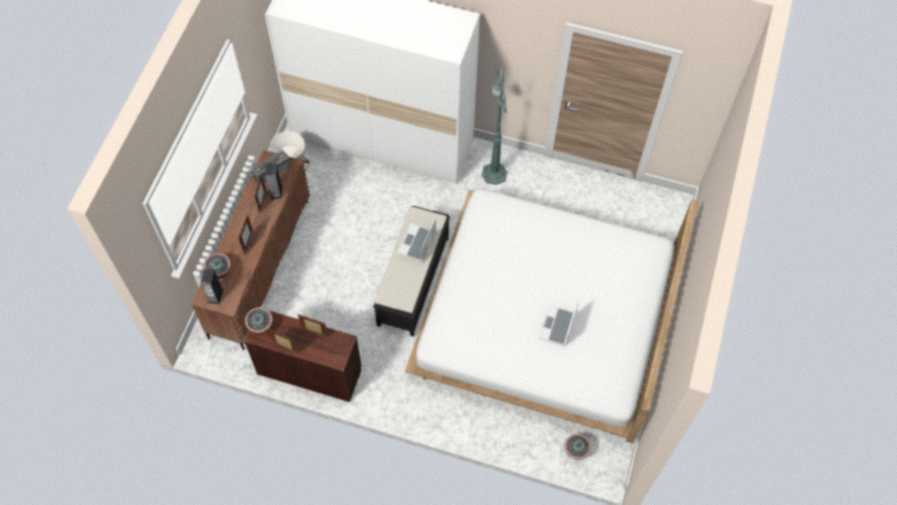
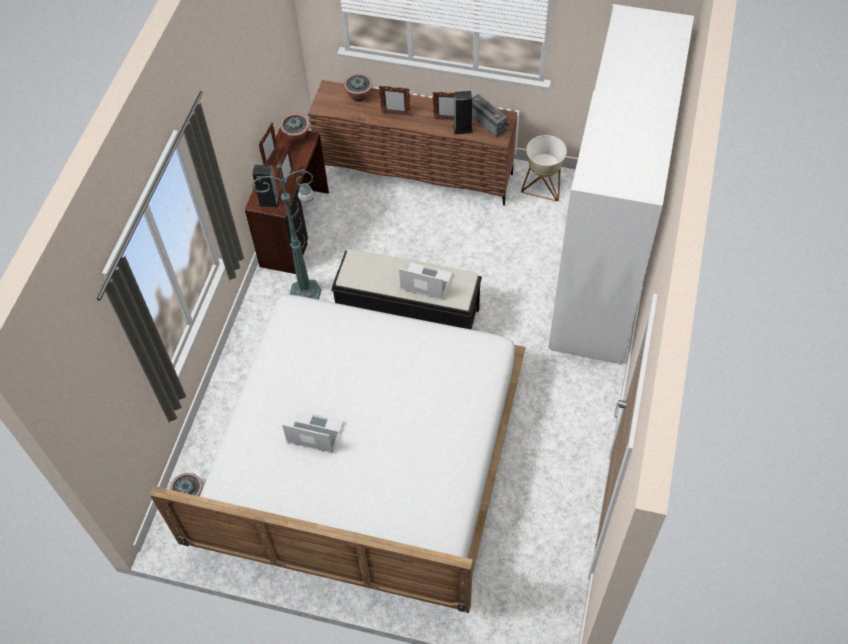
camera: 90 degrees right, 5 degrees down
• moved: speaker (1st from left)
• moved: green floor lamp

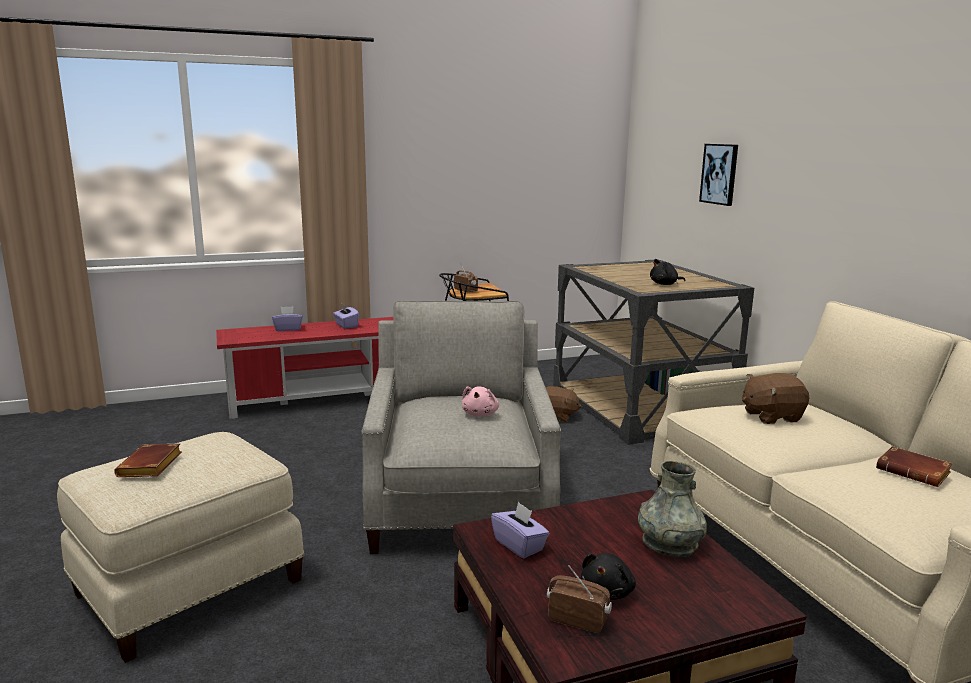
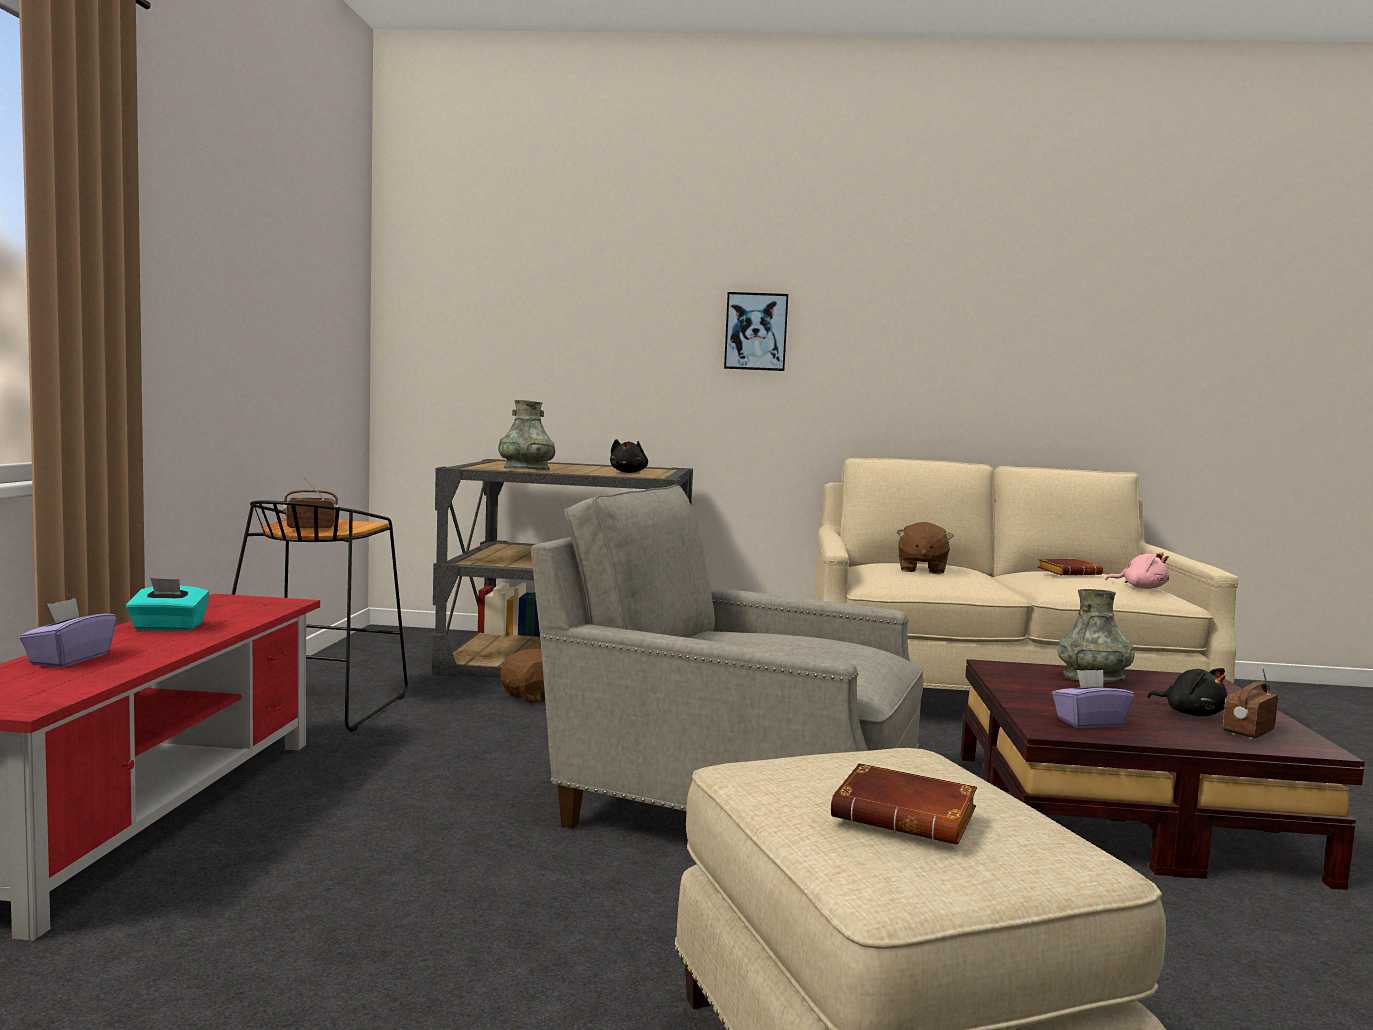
camera: 65 degrees left, 10 degrees down
• recoloured: purple tissue box (2nd from left) to turquoise tissue box
• moved: pink plush toy
• moved: picture
• added: grey vase (1st from left)

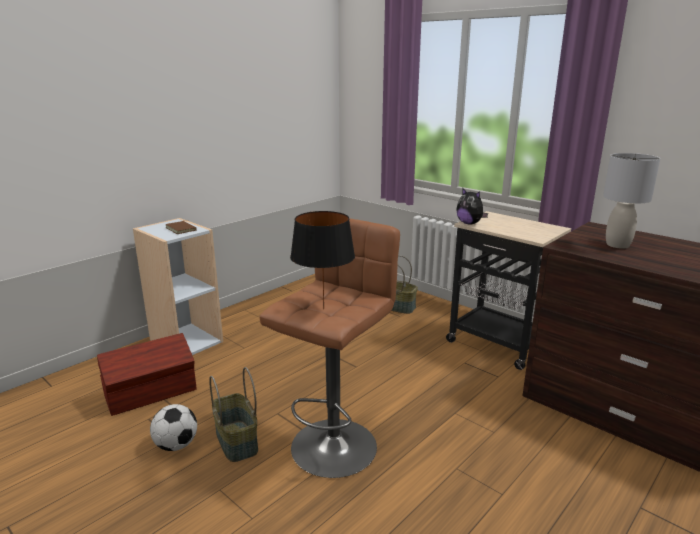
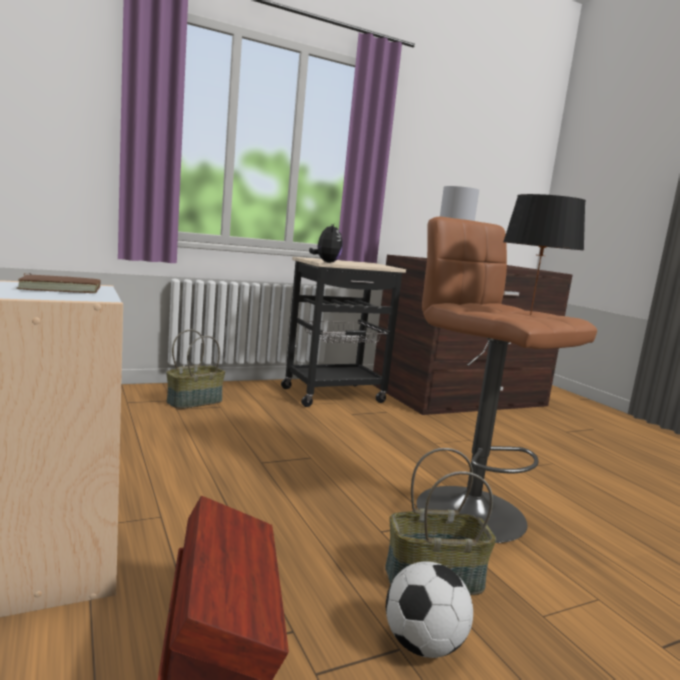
camera: 70 degrees left, 10 degrees down
• turned: plush toy 75 degrees counterclockwise

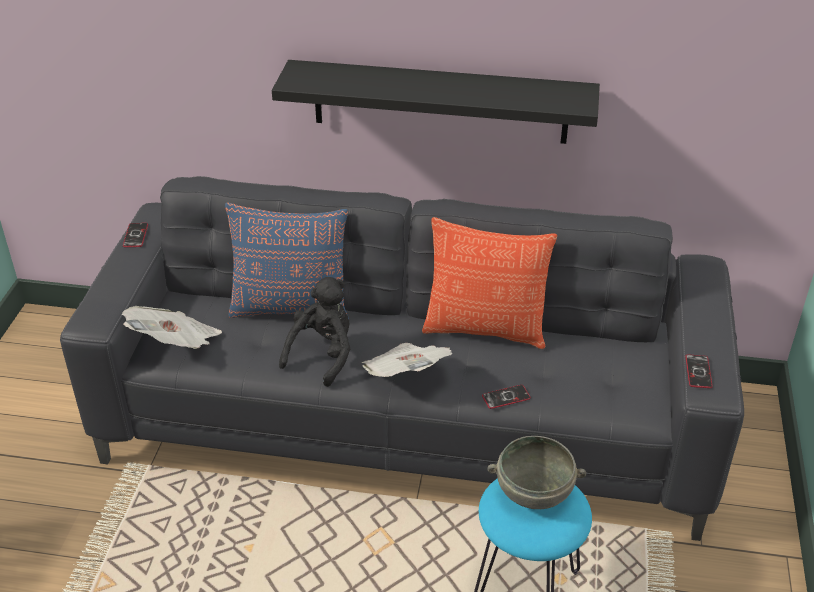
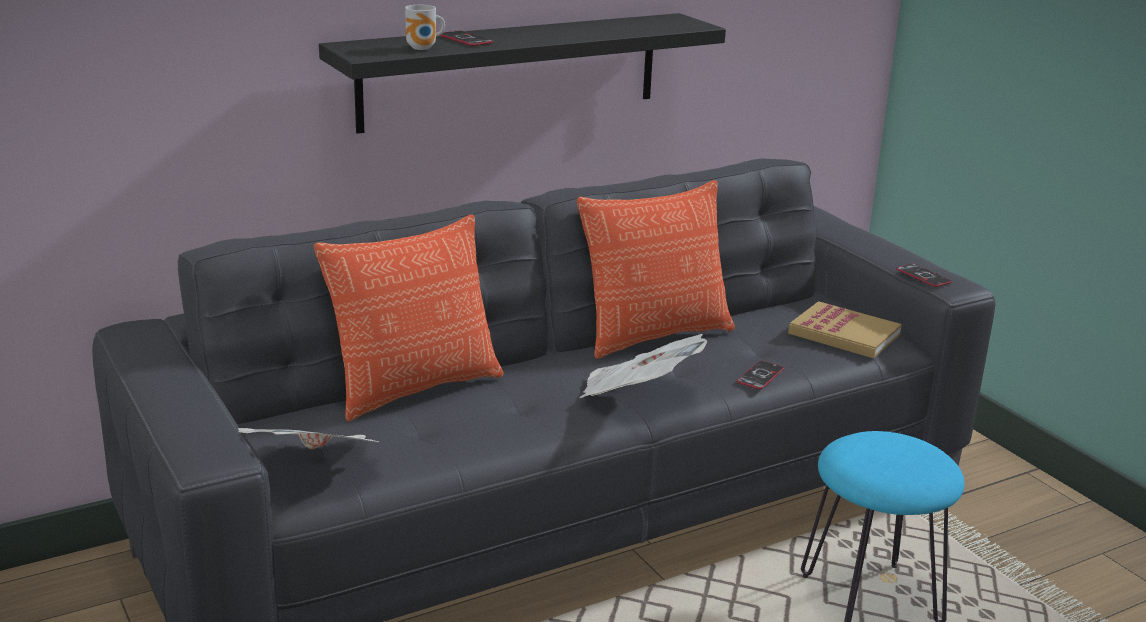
camera: 40 degrees left, 15 degrees down
• moved: phone (1st from left)
• recoloured: blue pillow to orange pillow (1st from left)
• removed: black plush toy
• removed: grey bowl
• added: mug
• added: book

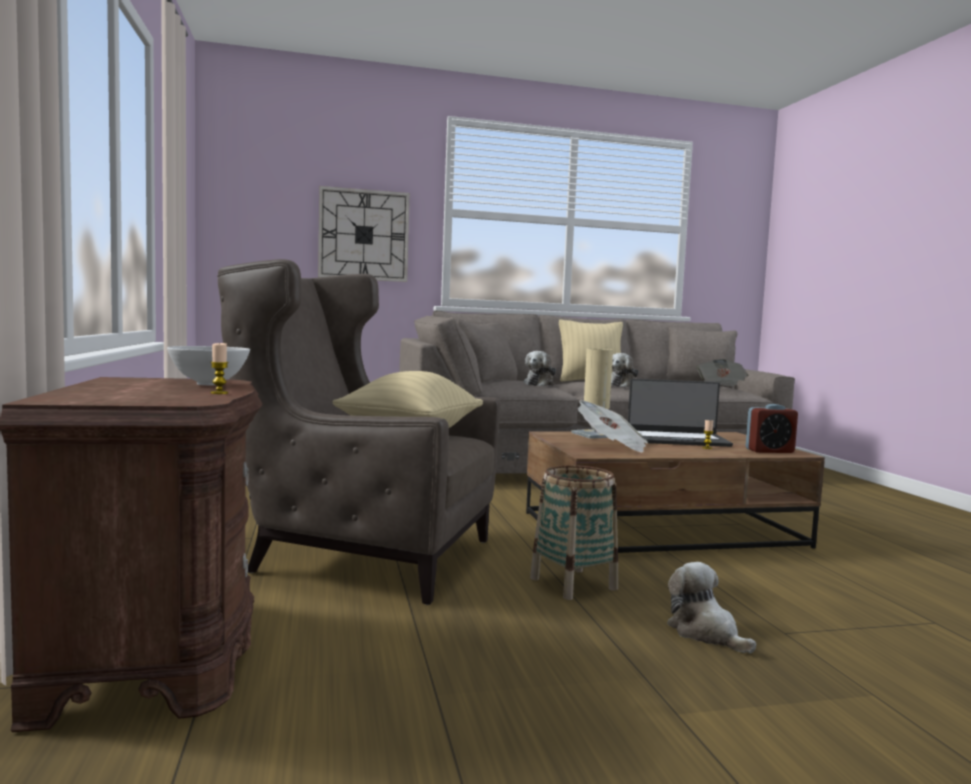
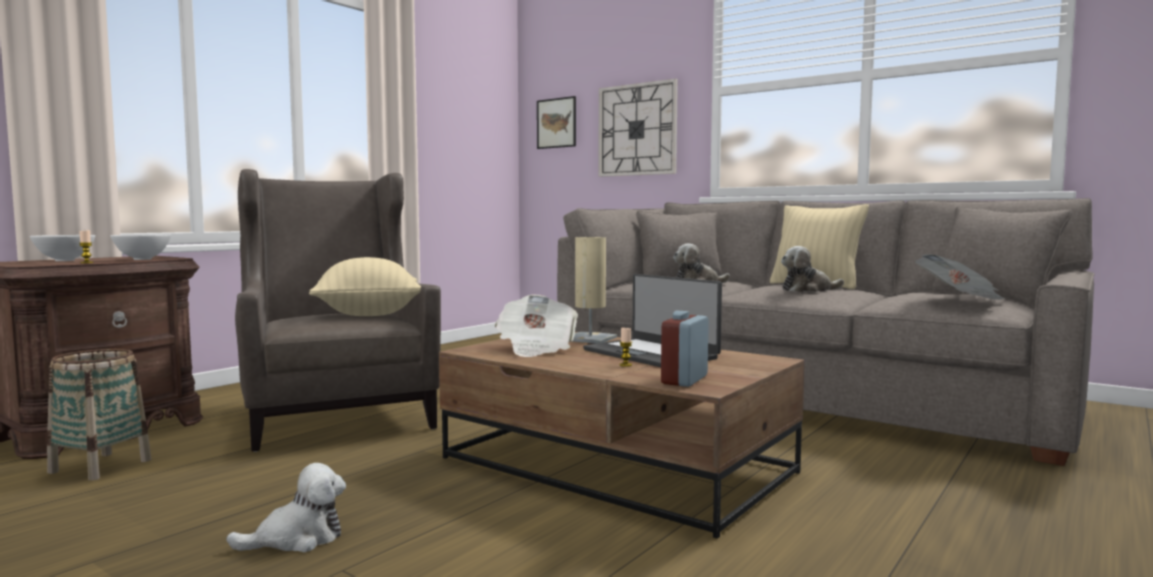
camera: 50 degrees right, 0 degrees up
• moved: basket
• turned: plush toy (3rd from left in the first image) 45 degrees clockwise
• turned: alarm clock 75 degrees clockwise
• added: white bowl (1st from left)
• added: picture

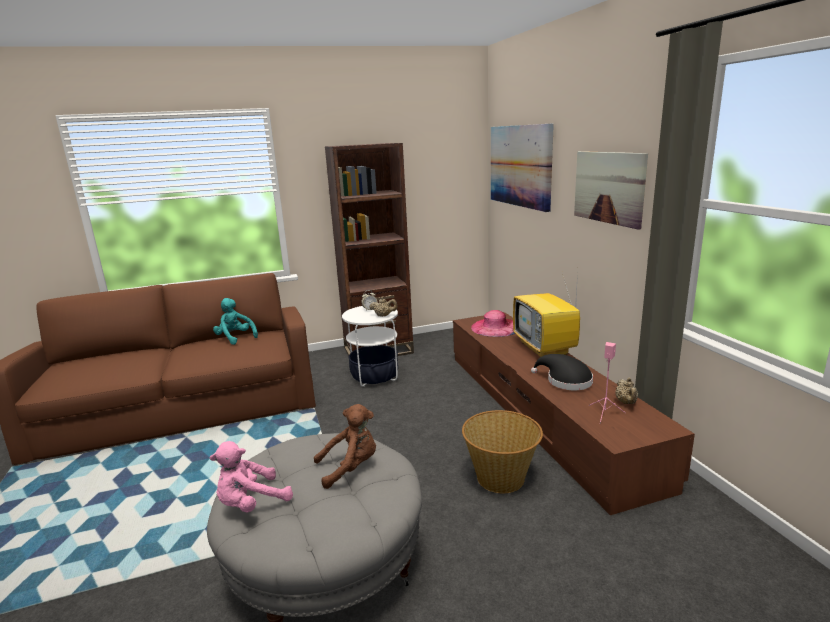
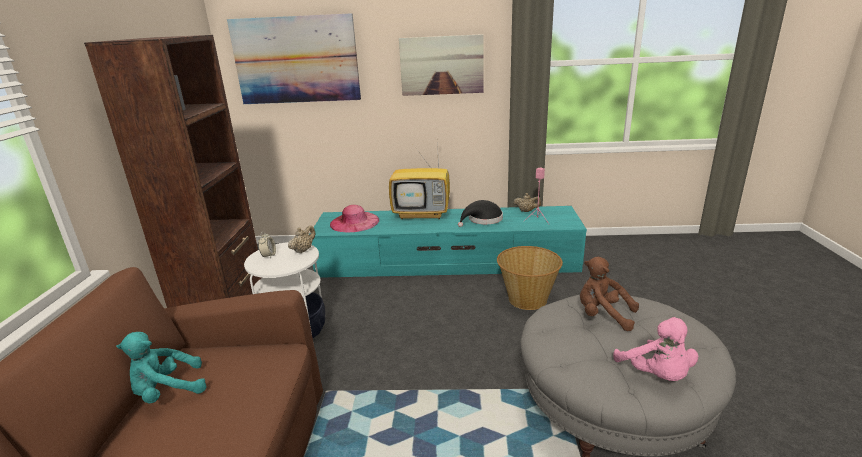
camera: 70 degrees left, 5 degrees up
• turned: brown plush toy 60 degrees counterclockwise
• recoloured: brown tv stand to turquoise tv stand

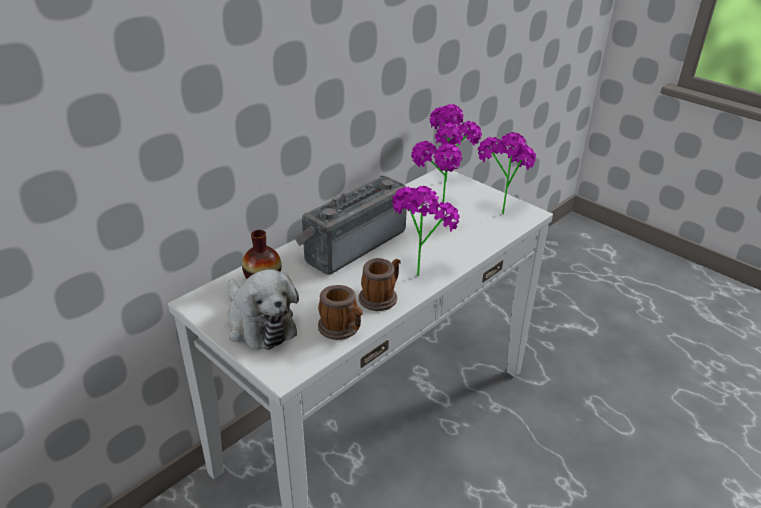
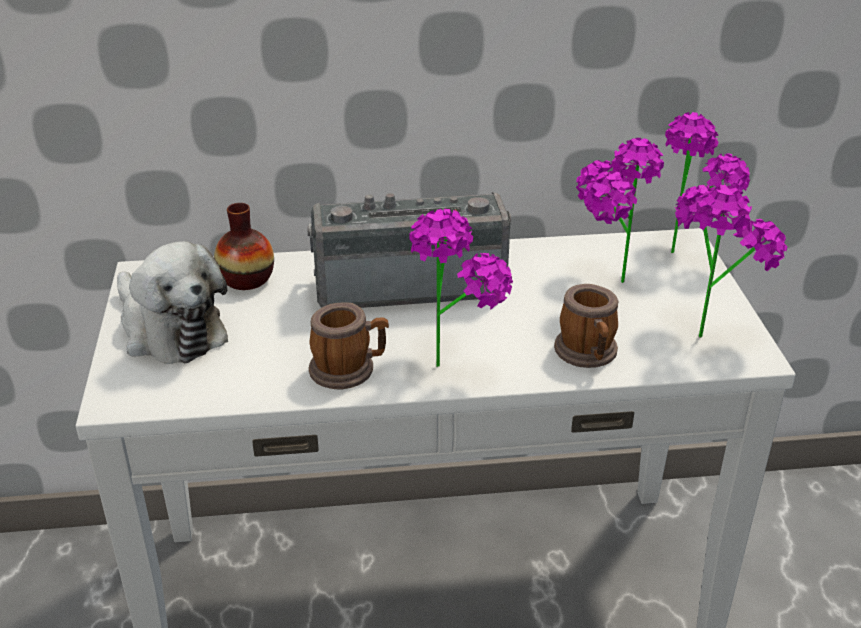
camera: 40 degrees right, 0 degrees up
• turned: plush toy 45 degrees counterclockwise
• moved: mug (1st from left in the first image) to mug (2nd from left)

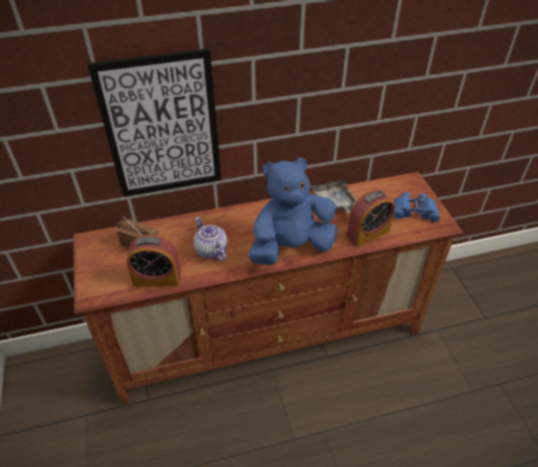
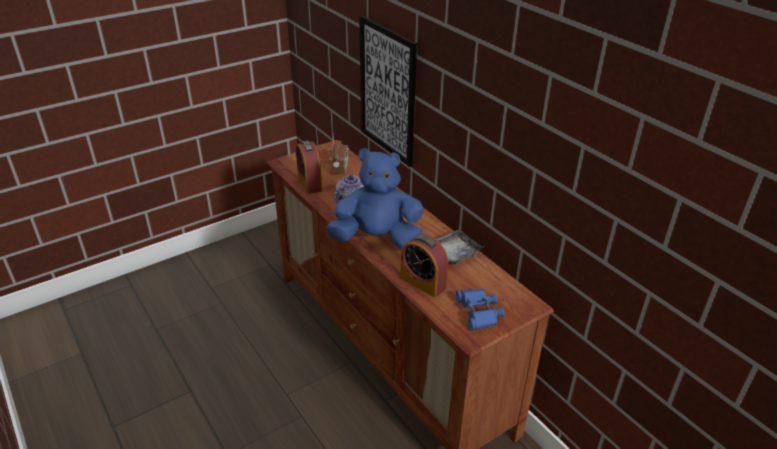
camera: 70 degrees right, 10 degrees down
• turned: blue plush toy 45 degrees counterclockwise

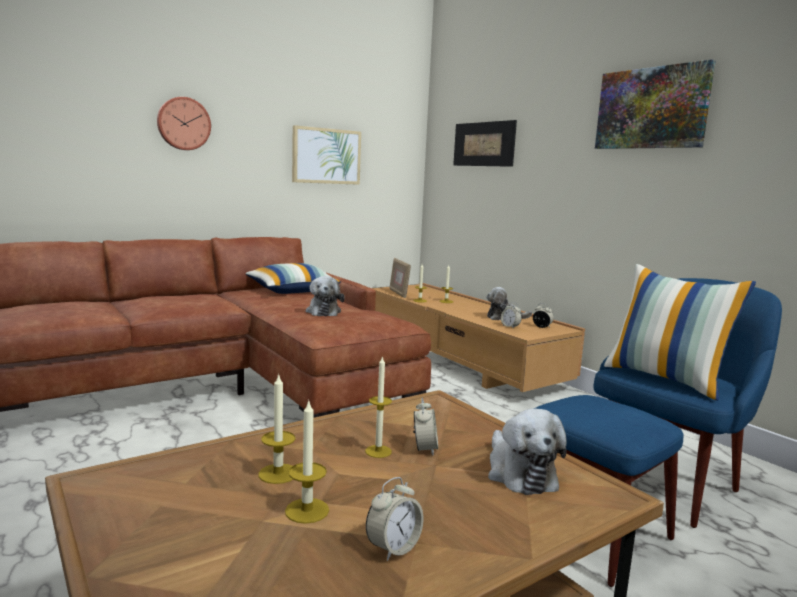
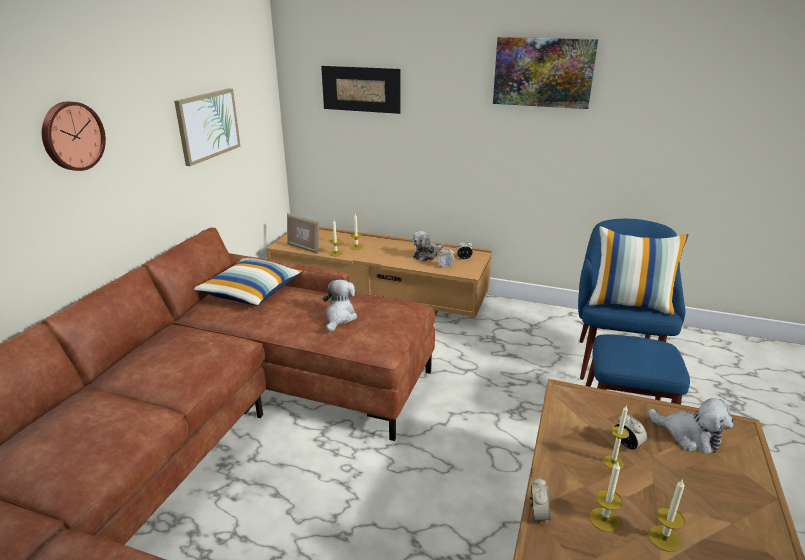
camera: 35 degrees left, 15 degrees up
• turned: plush toy (1st from left) 120 degrees counterclockwise
• moved: alarm clock (1st from left in the first image) to alarm clock (3rd from left)

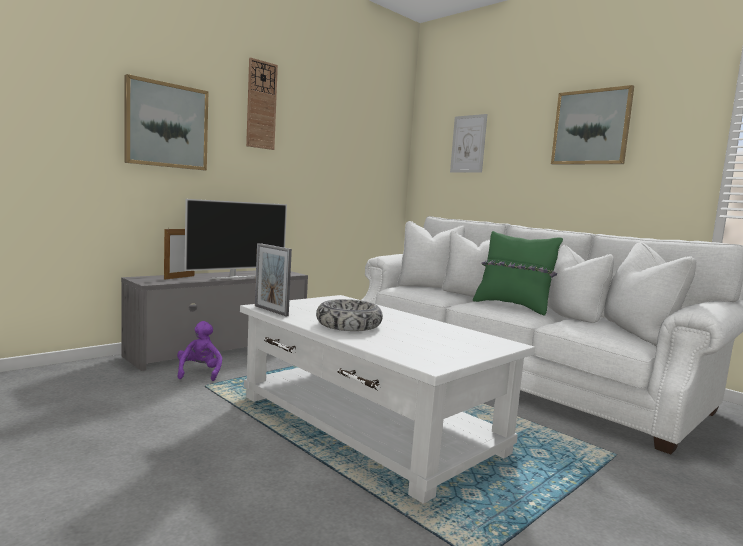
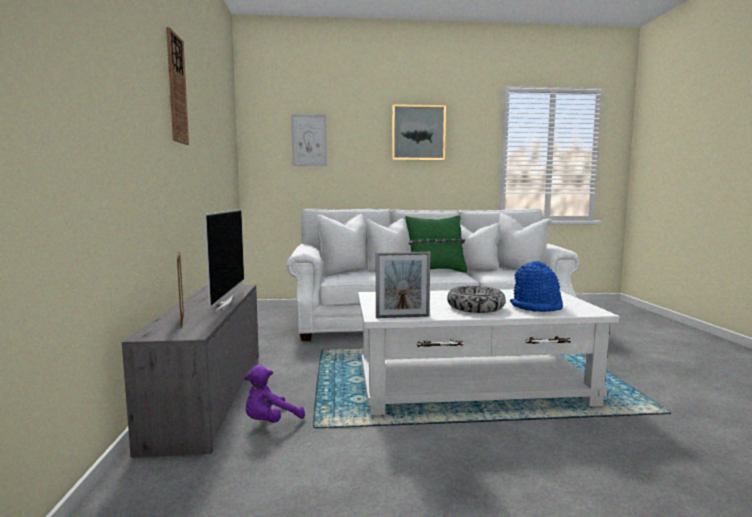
camera: 50 degrees left, 0 degrees up
• removed: picture (1st from left)
• turned: purple plush toy 75 degrees counterclockwise
• added: blue hat

